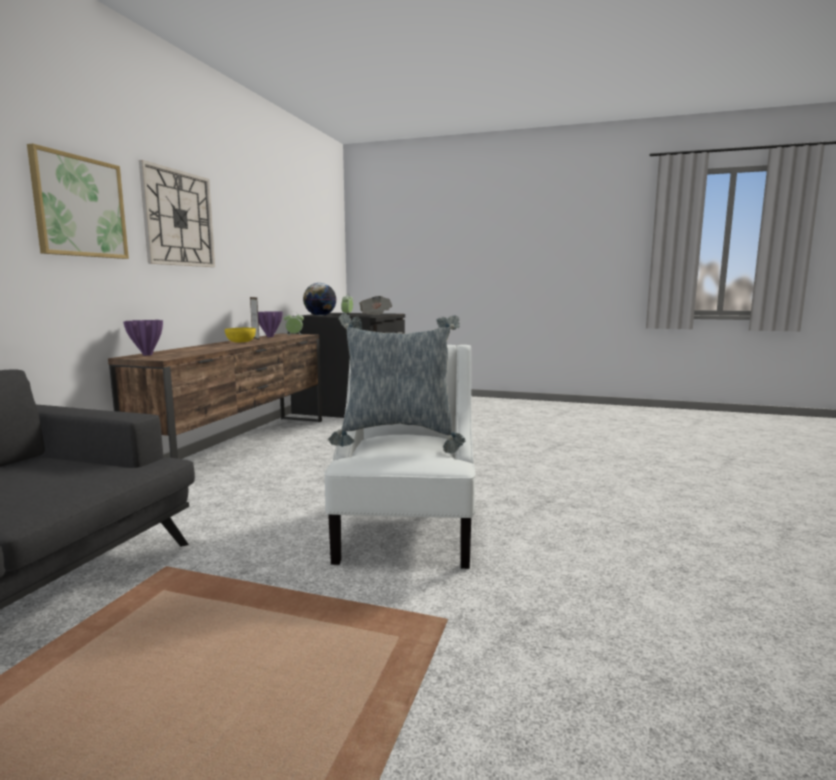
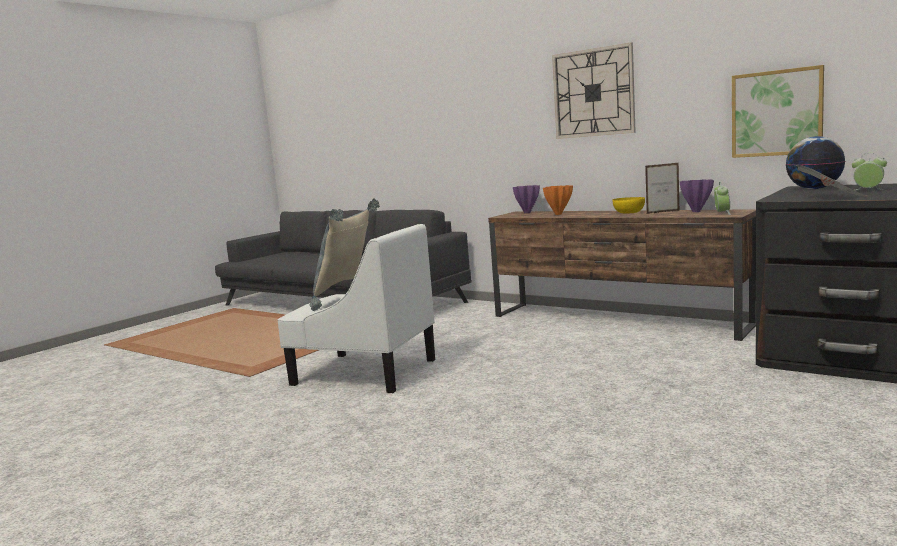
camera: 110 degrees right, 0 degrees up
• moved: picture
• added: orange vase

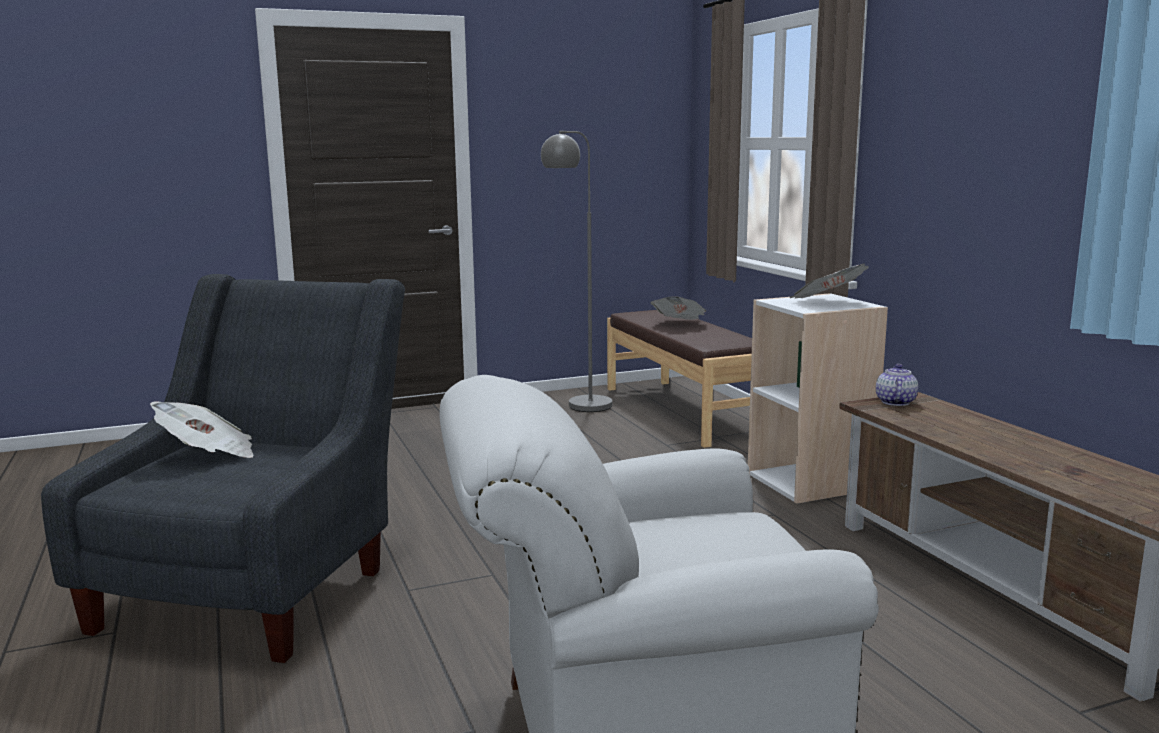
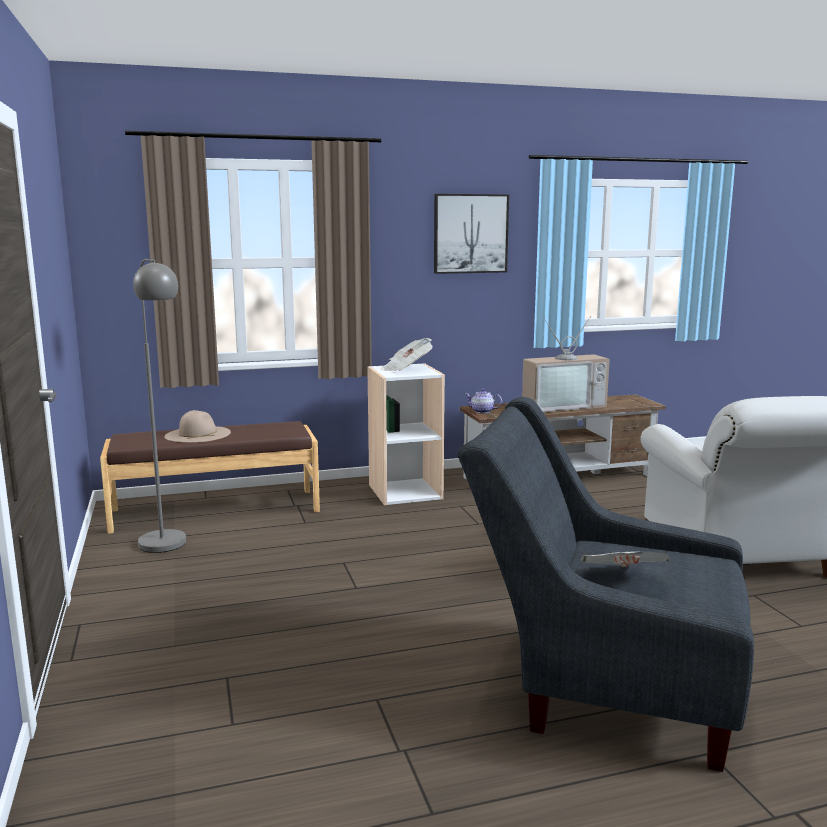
camera: 85 degrees left, 0 degrees up
• replaced: newspaper (2nd from left) to beige hat
• added: picture
• added: television

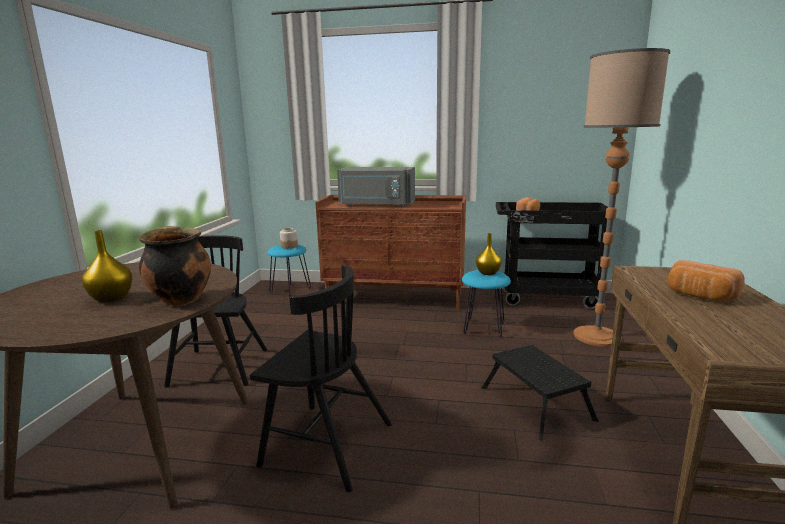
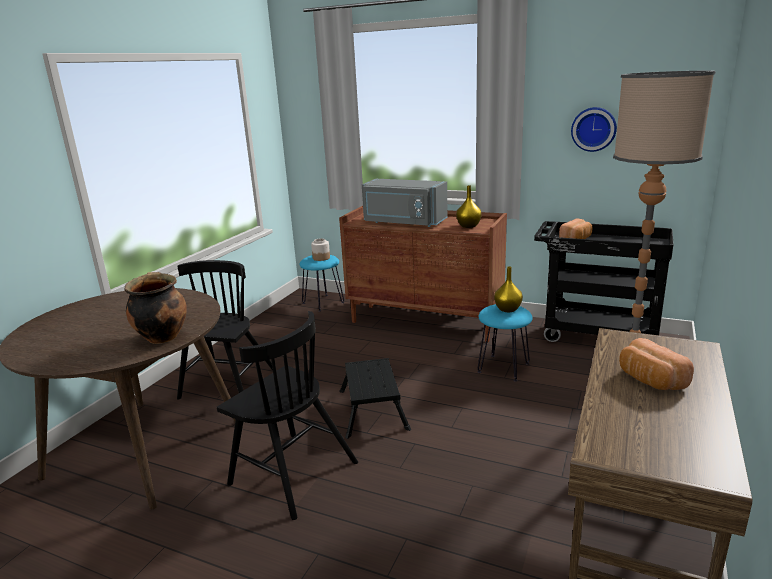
camera: 15 degrees right, 5 degrees up
• moved: yellow vase (1st from left)
• moved: black step ladder
• added: wall clock

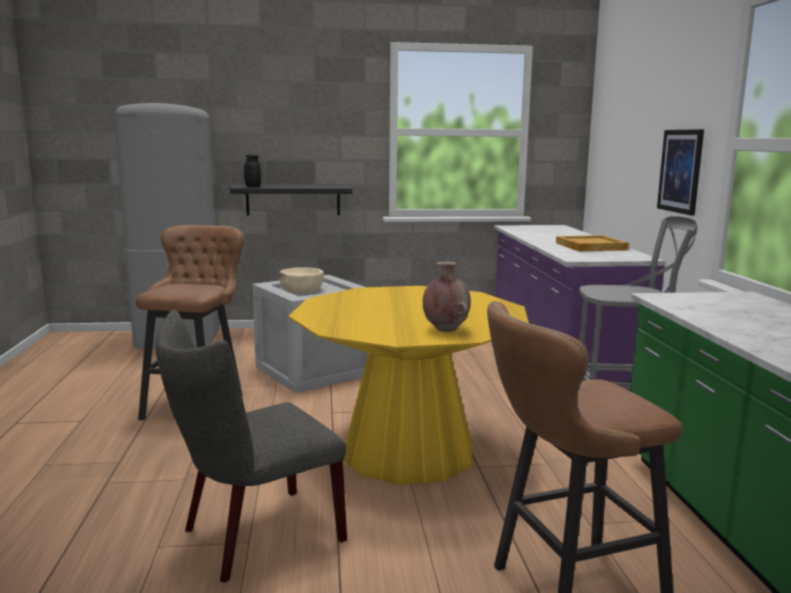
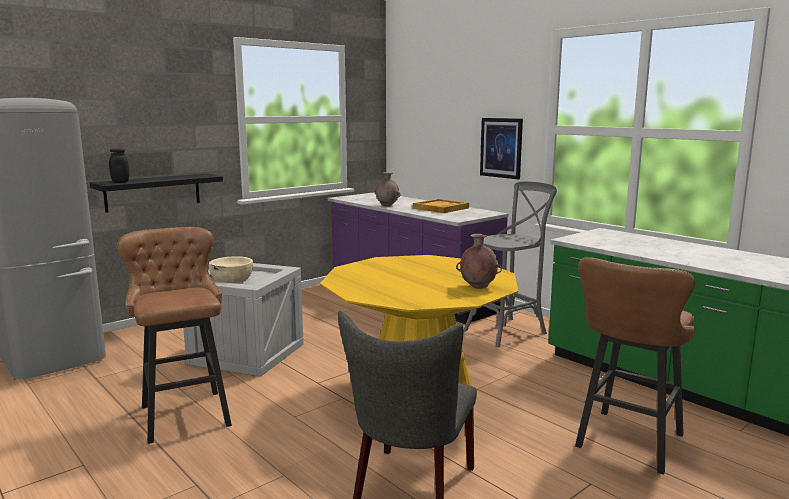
camera: 35 degrees left, 0 degrees up
• added: brown vase (1st from left)

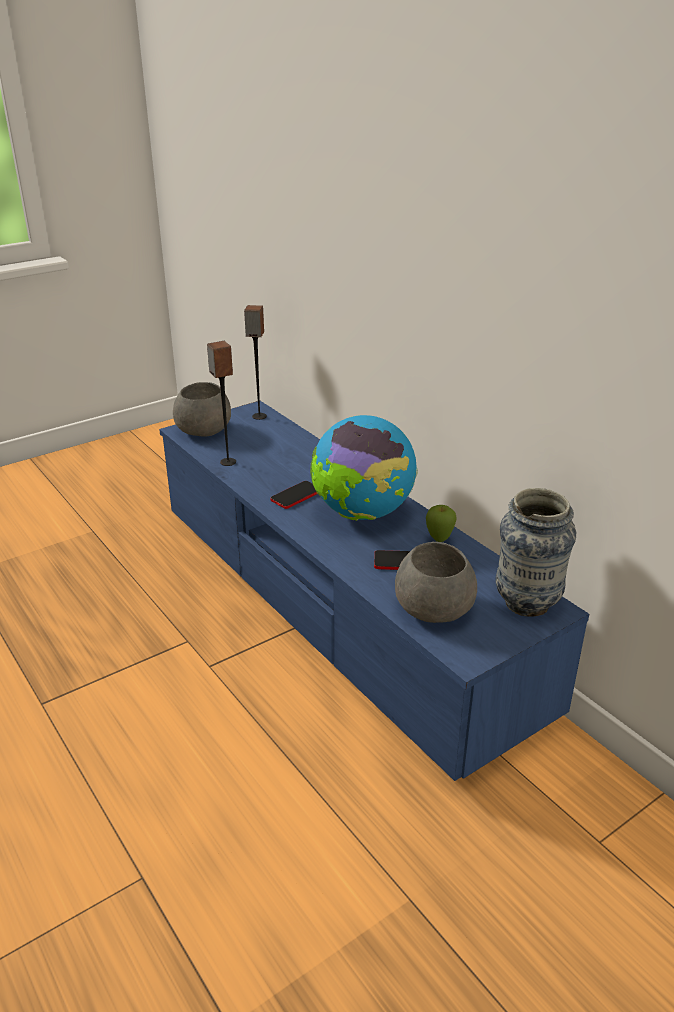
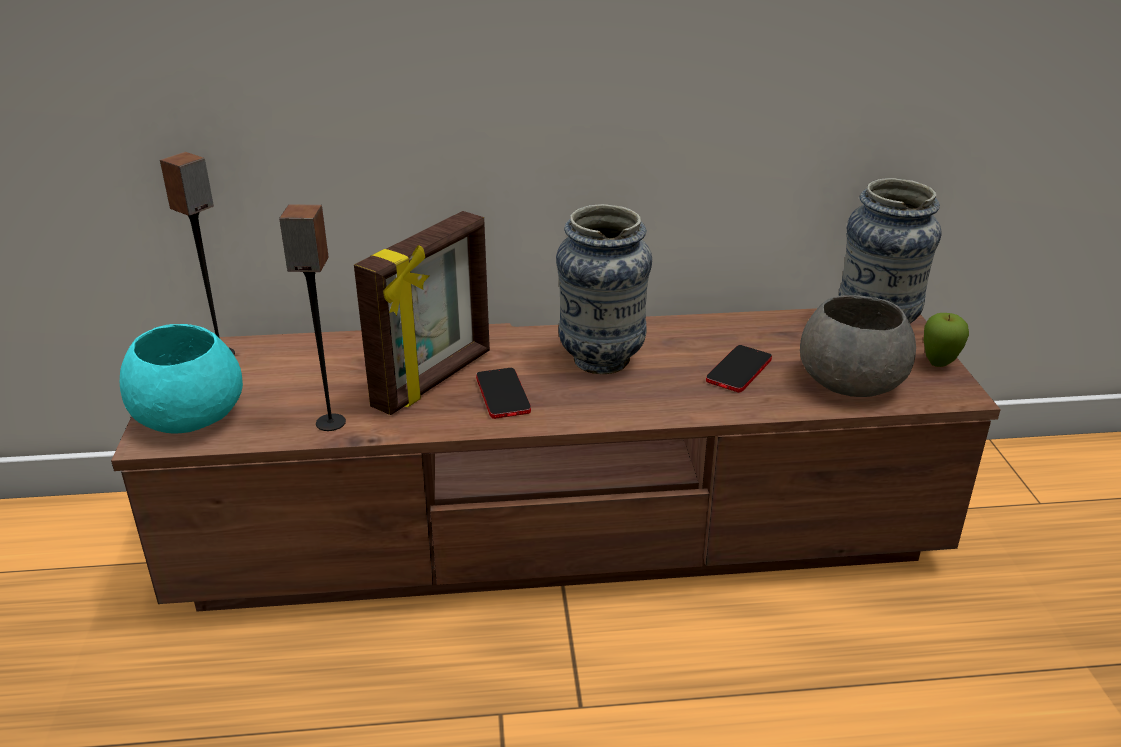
camera: 60 degrees left, 0 degrees up
• recoloured: blue tv stand to brown tv stand
• recoloured: grey bowl (1st from left) to turquoise bowl
• replaced: globe to vase (1st from left)
• moved: apple
• added: picture frame

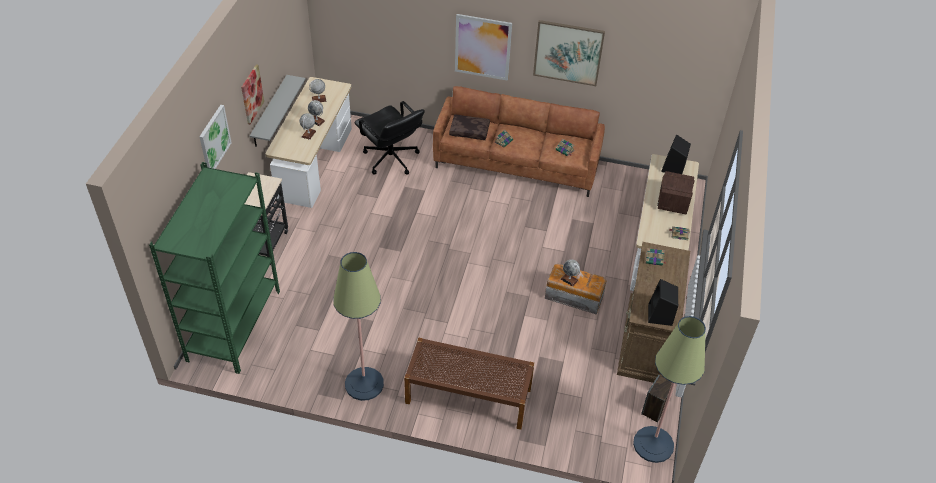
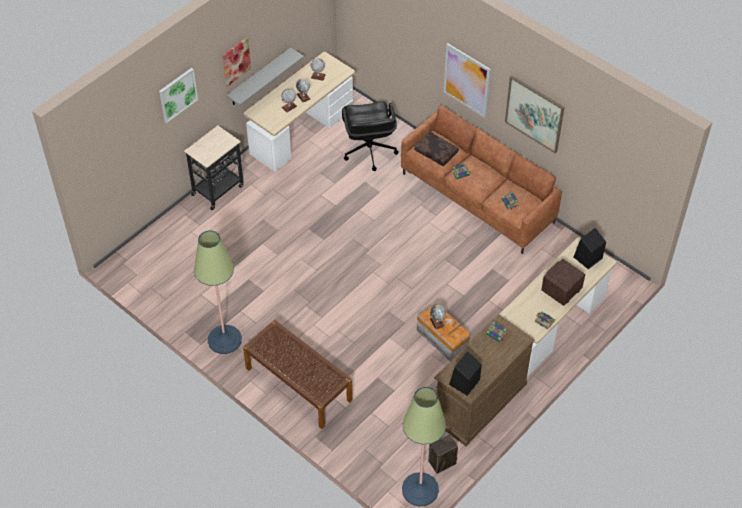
camera: 30 degrees right, 5 degrees up
• removed: green bookcase

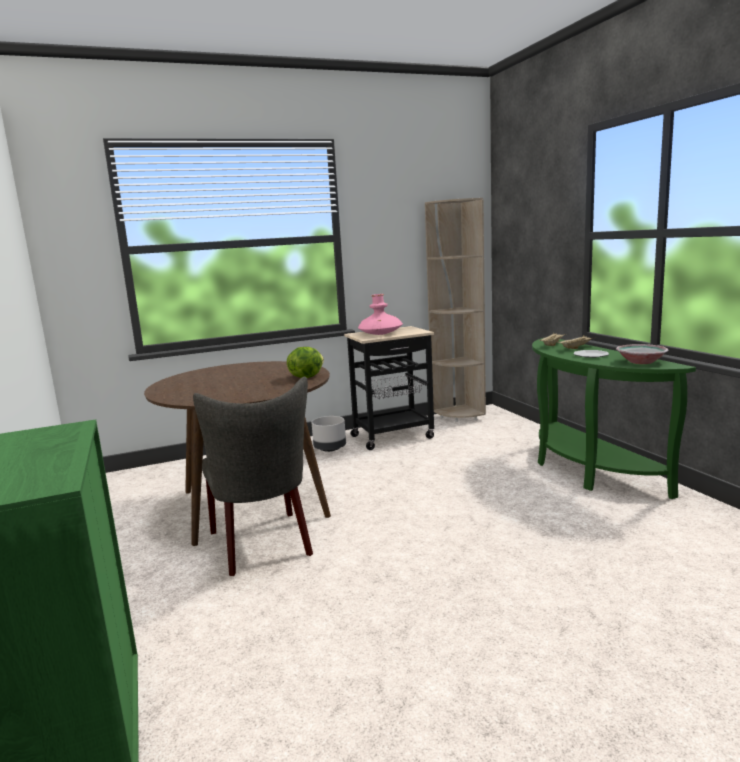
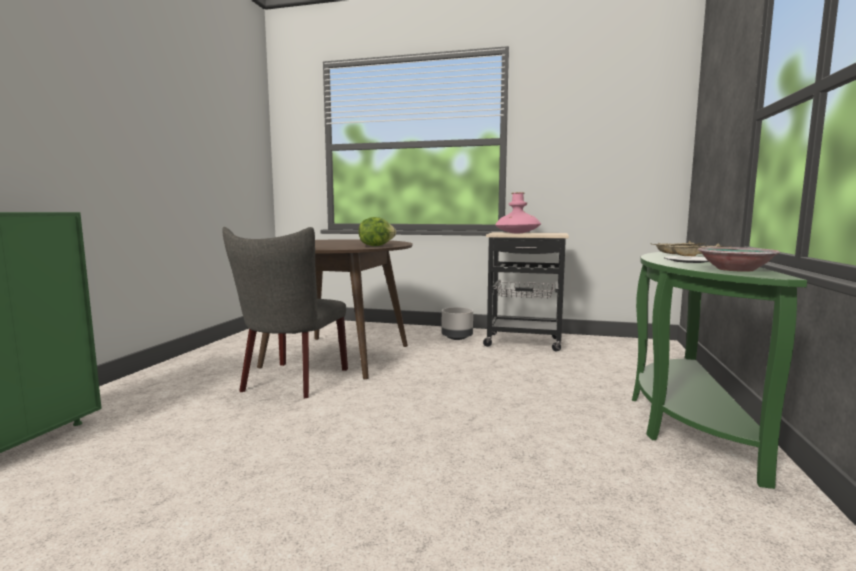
camera: 35 degrees right, 5 degrees down
• removed: beige bookcase

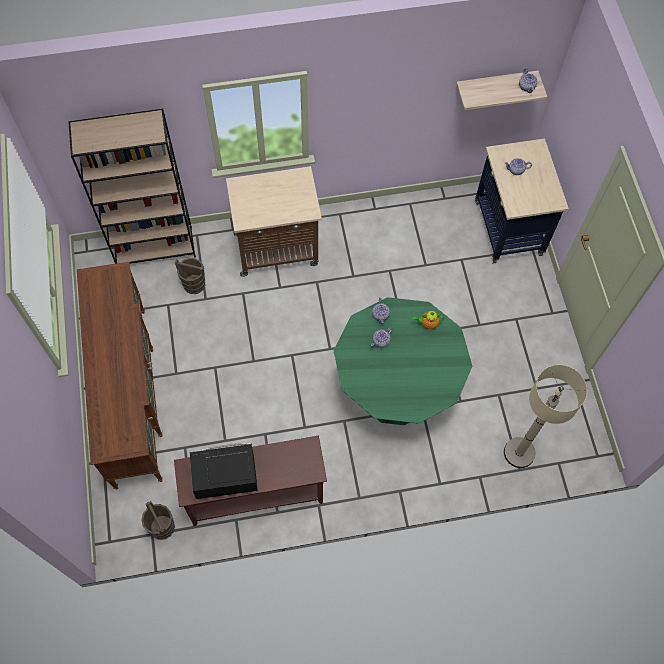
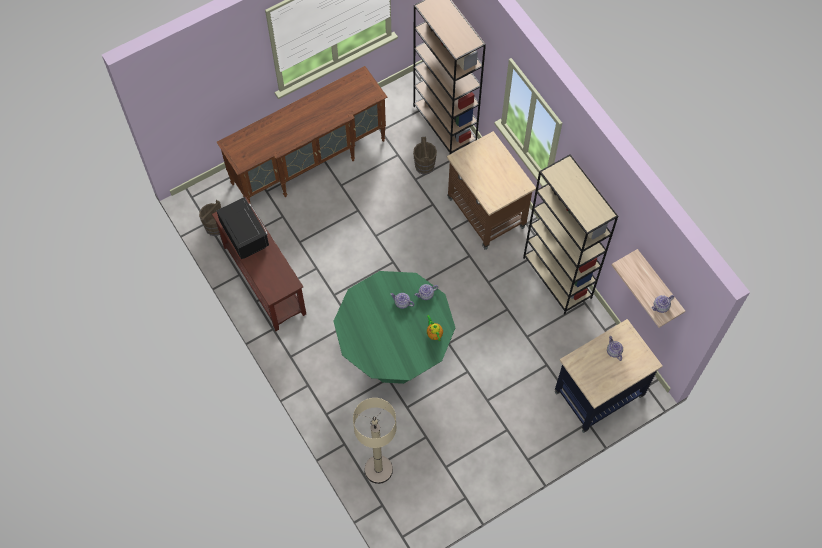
camera: 70 degrees right, 0 degrees up
• added: beige bookcase (2nd from left)

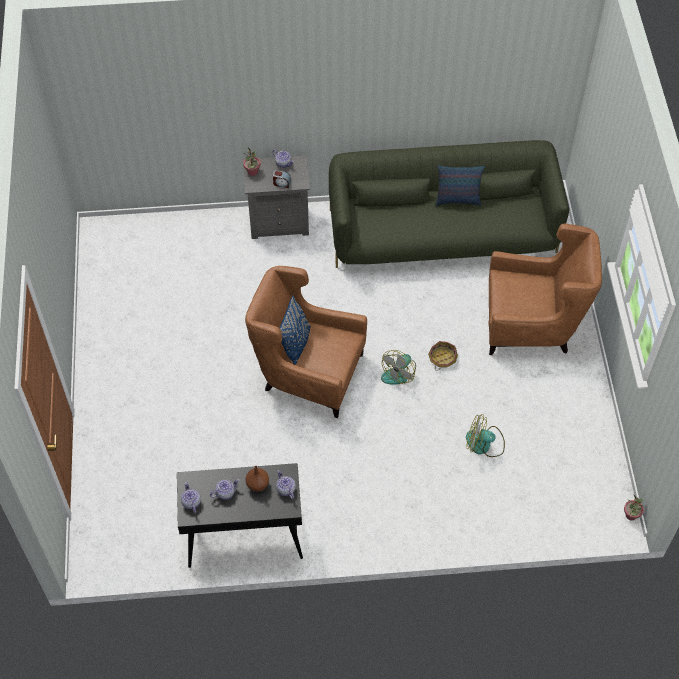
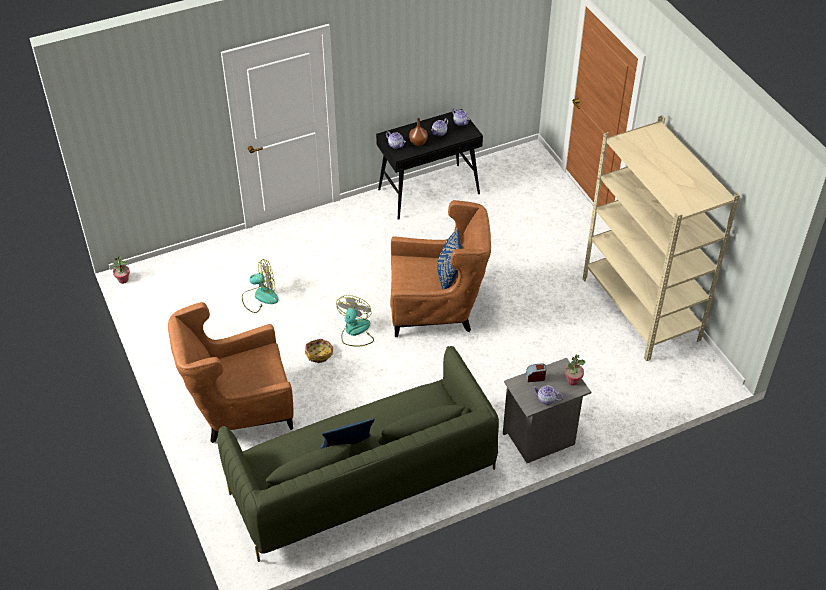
camera: 160 degrees right, 10 degrees down
• added: beige bookcase

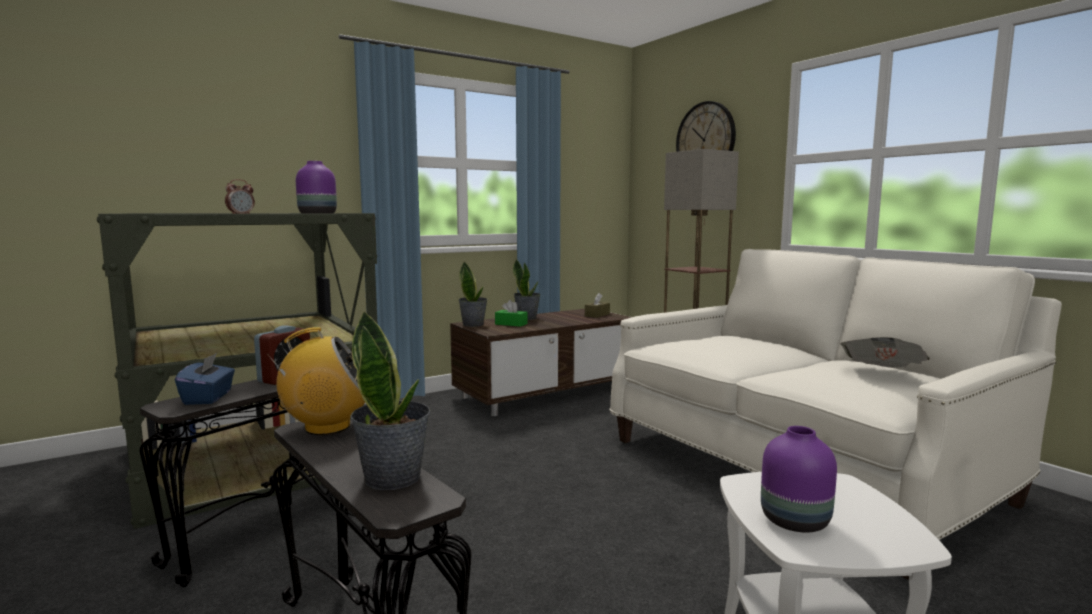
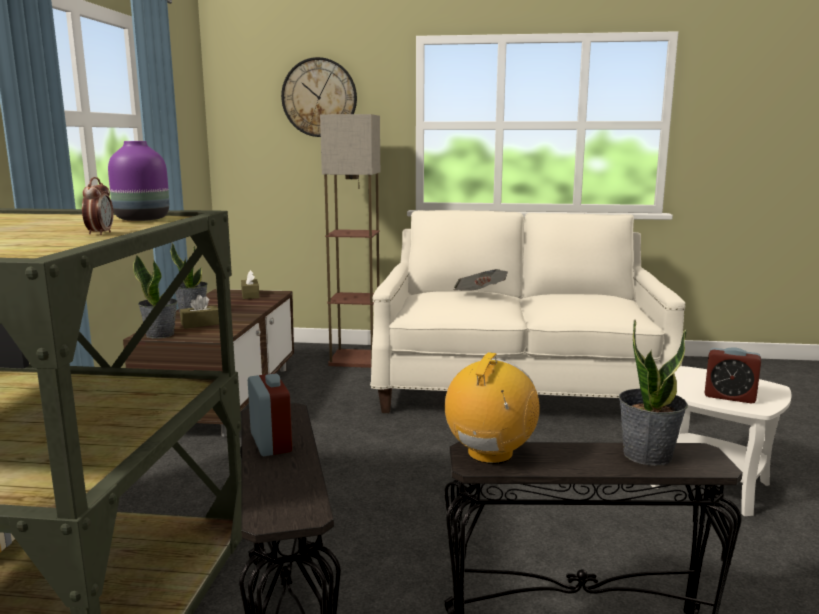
camera: 50 degrees left, 5 degrees up
• removed: blue tissue box
• recoloured: green tissue box to brown tissue box (1st from left)
• replaced: purple vase (2nd from left) to alarm clock (3rd from left)
• moved: newspaper

